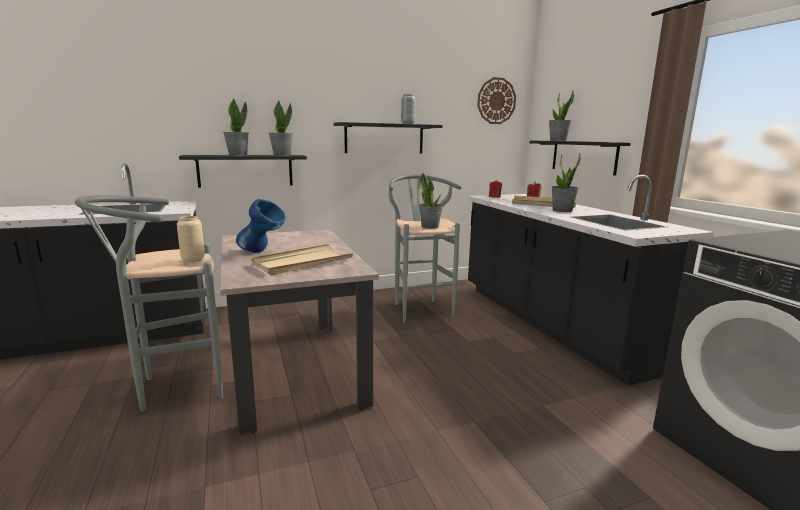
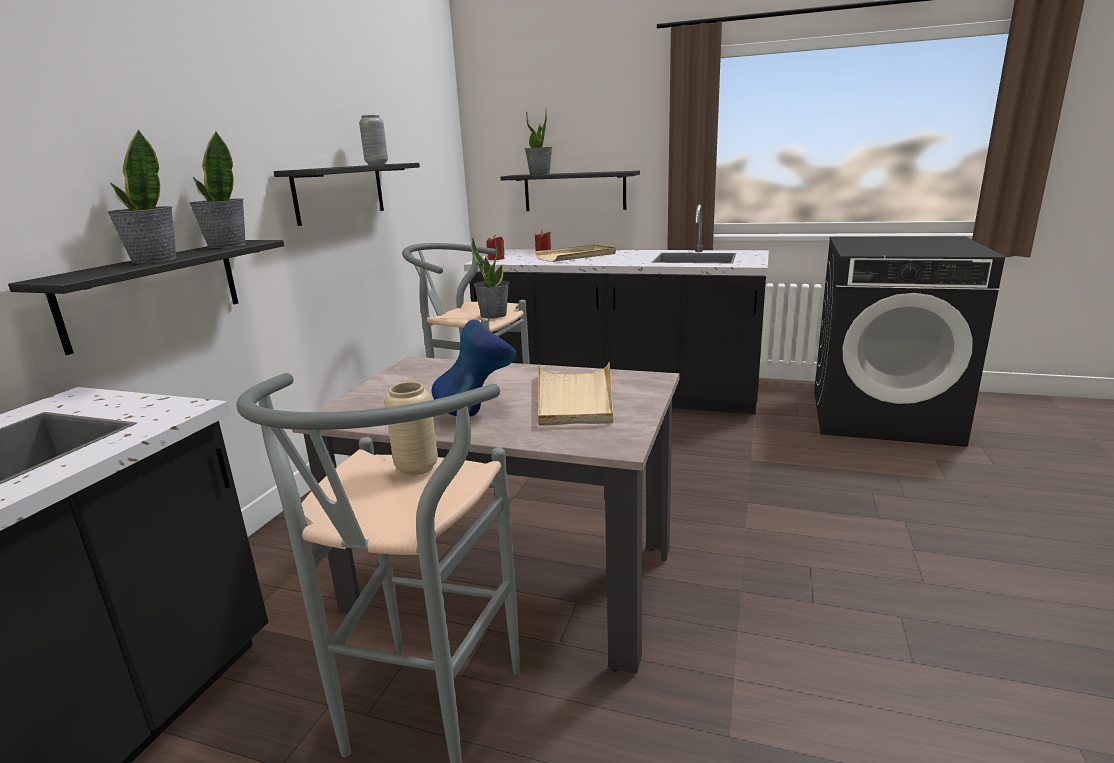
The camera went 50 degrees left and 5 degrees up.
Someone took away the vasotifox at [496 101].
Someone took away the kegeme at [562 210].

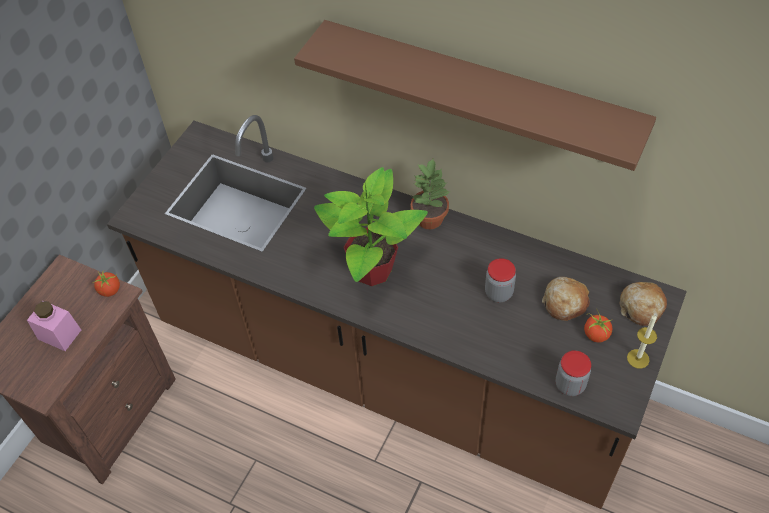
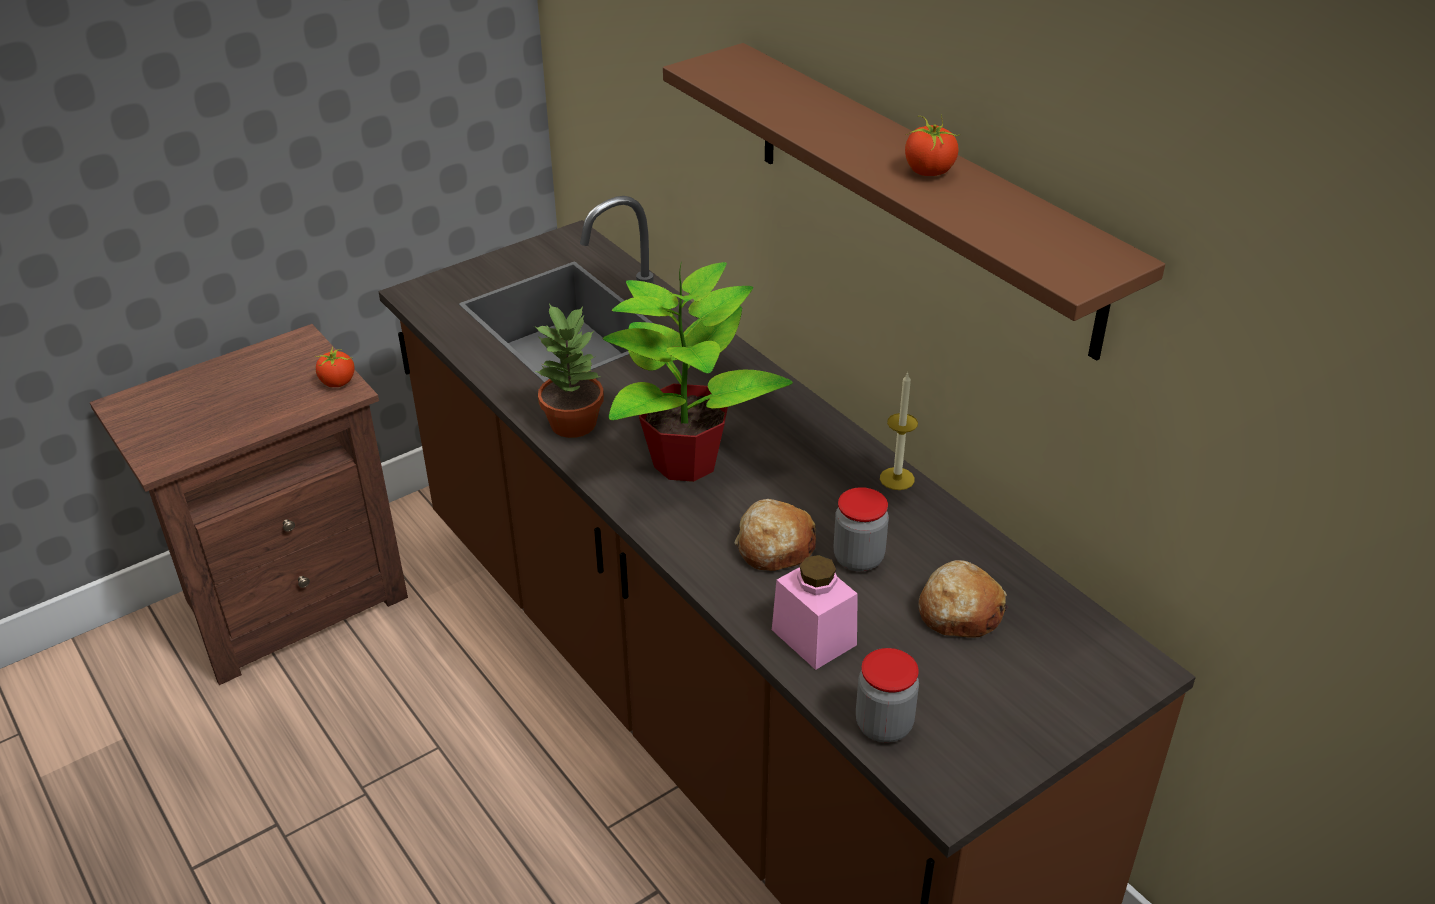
The camera went 25 degrees right and 15 degrees down.
Someone carried the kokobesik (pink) from [59 334] to [814 637].
Someone carried the kegeme from [429 218] to [573 423].
Someone carried the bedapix from [596 334] to [928 171].
Someone carried the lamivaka from [641 307] to [774 546].
Someone carried the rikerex from [638 358] to [897 478].

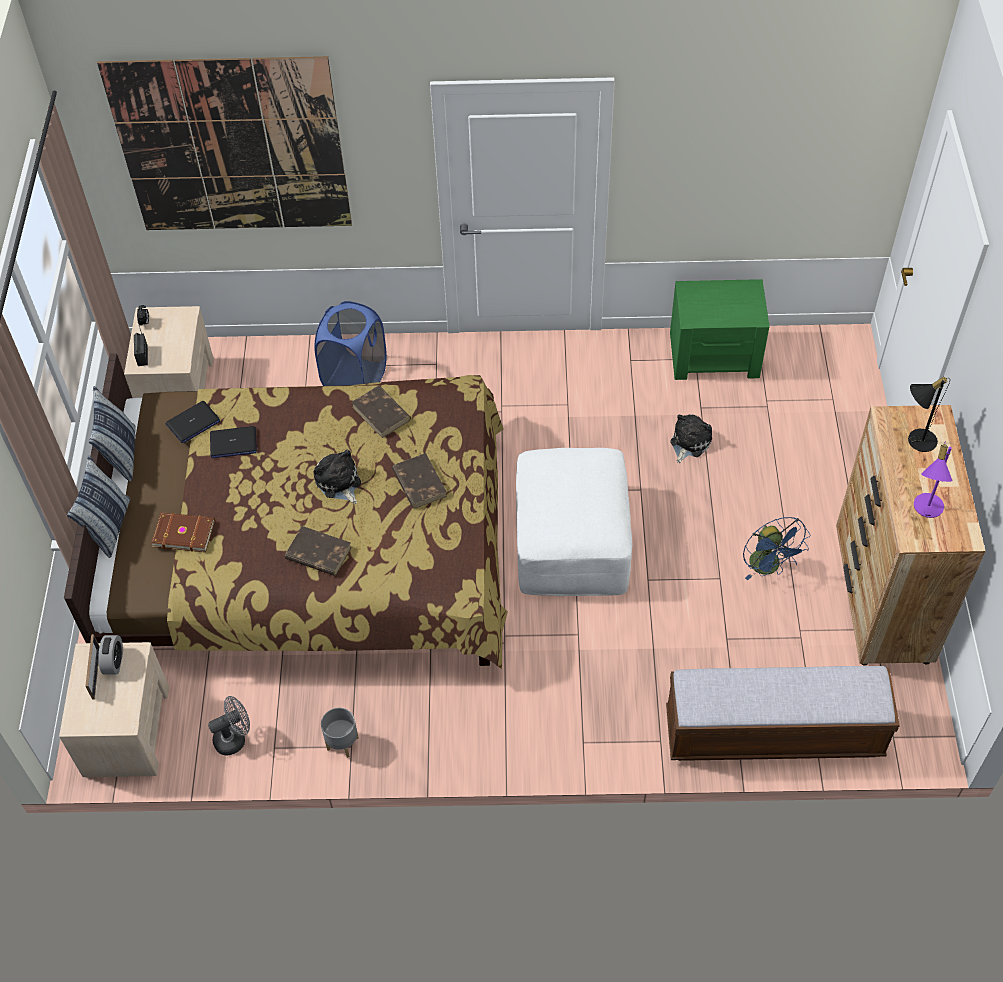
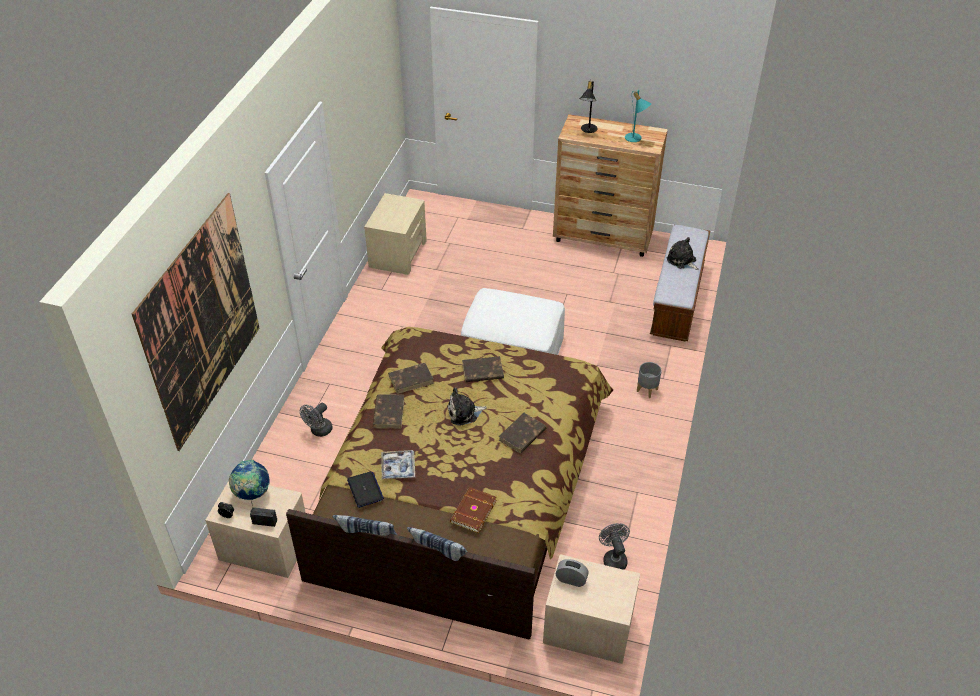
The camera went 75 degrees left and 10 degrees down.
Someone took away the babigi at [96 673].
Someone took away the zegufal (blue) at [769 567].
Someone put down the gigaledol at [252 493].
Someone put down the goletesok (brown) at [389 413].
Someone carried the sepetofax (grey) from [343 743] to [646 390].
Someone carried the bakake from [689 442] to [682 261].
Someone swapped the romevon at [233 443] for the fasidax at [398 467].
Someone swapped the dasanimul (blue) at [355 380] for the zegufal (grey) at [319 431].
Someone repainted the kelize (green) at [715 355], which became the kelize (beige) at [398 253].
Someone repainted the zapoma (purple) at [925 509], which became the zapoma (turquoise) at [635 139].

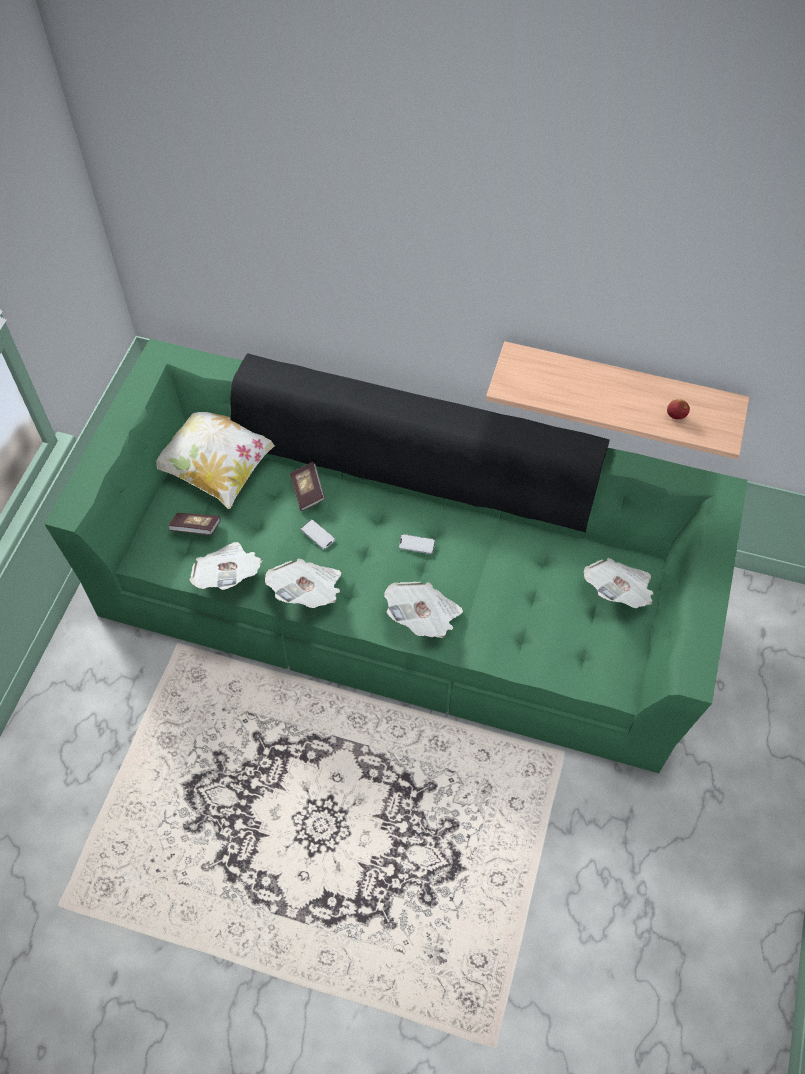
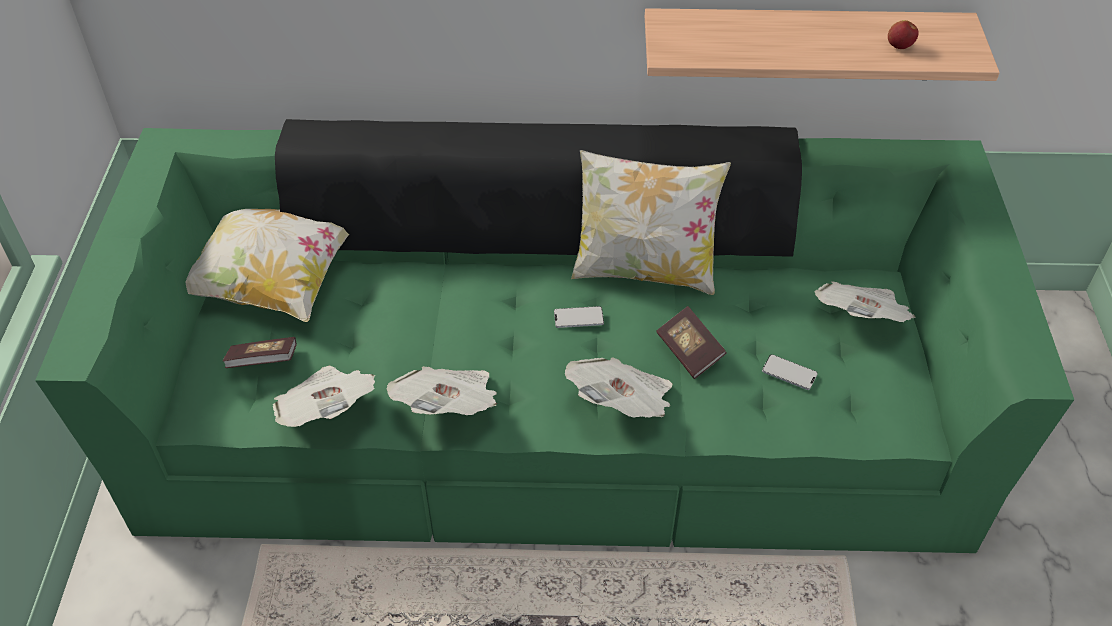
The camera went 15 degrees left and 10 degrees down.
Someone put down the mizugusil at [644 271].
Someone carried the goletesok from [308 492] to [689 351].
Someone carried the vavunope from [318 535] to [789 373].

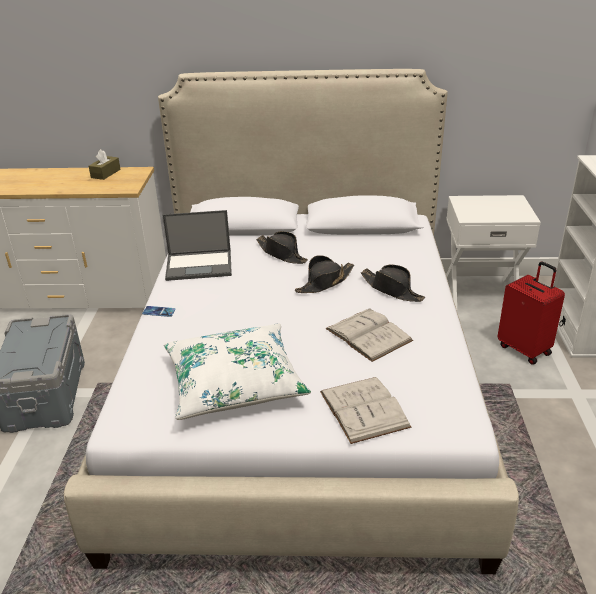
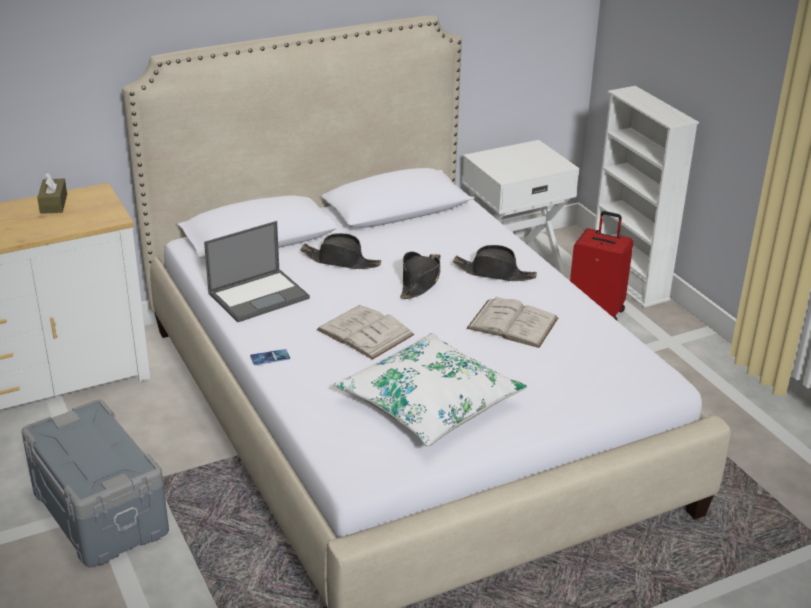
The camera went 30 degrees left and 0 degrees up.
Someone carried the goletesok (white) from [364 409] to [365 332].

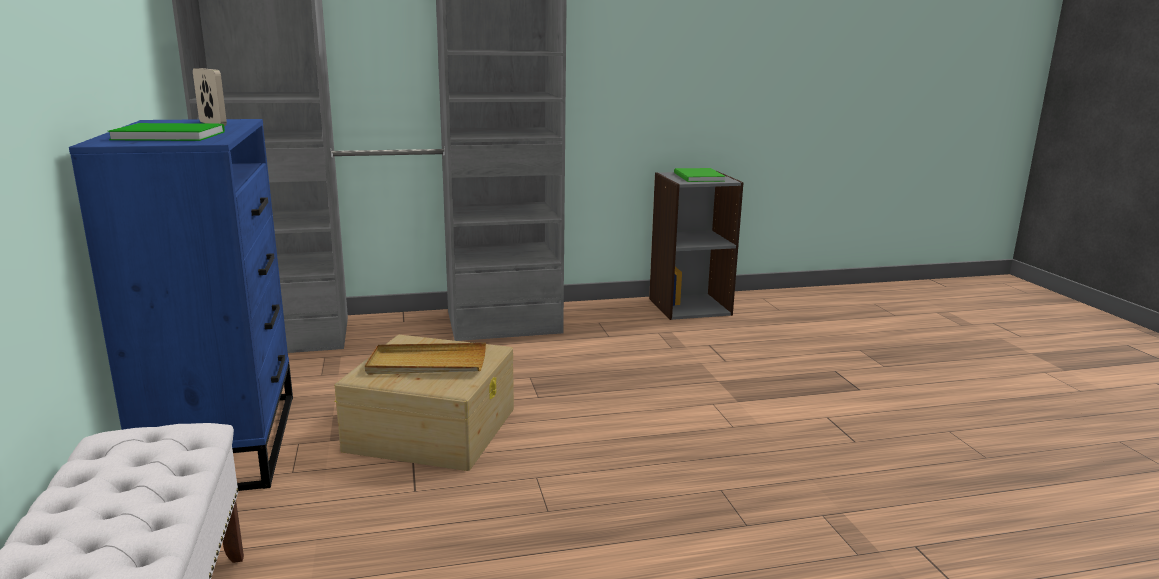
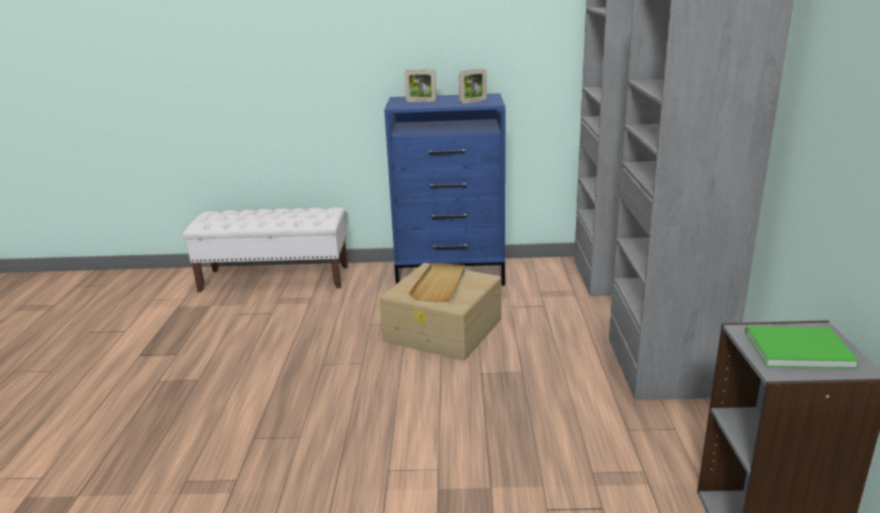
The camera went 105 degrees right and 5 degrees up.
Someone swapped the goletesok (green) at [167 135] for the babigi at [421 101].

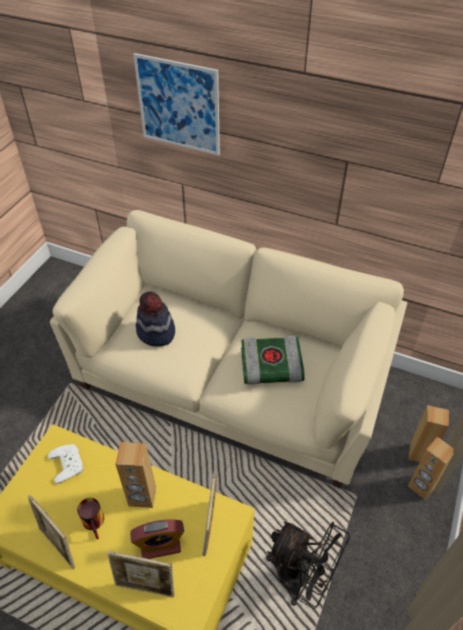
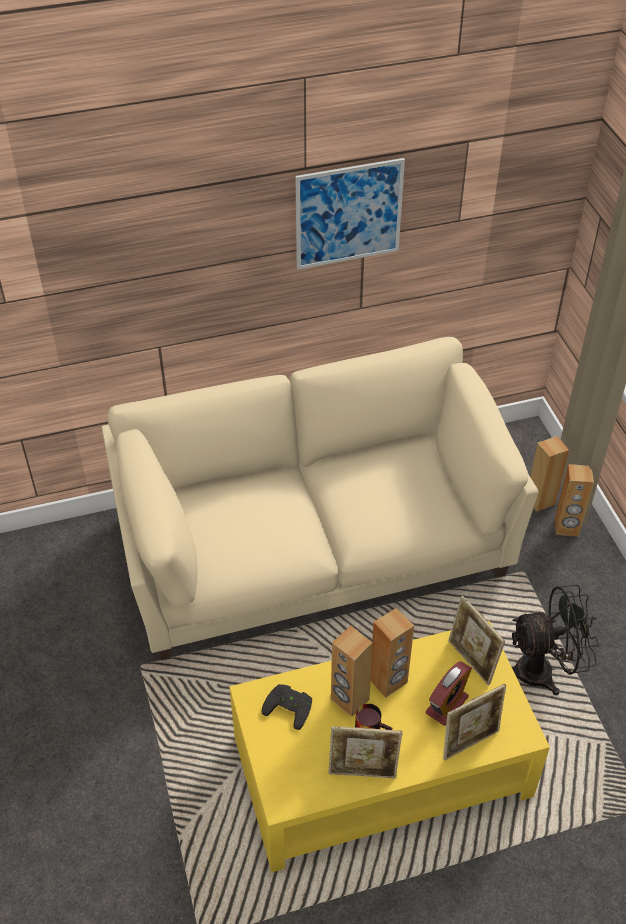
The camera went 40 degrees left and 0 degrees up.
Someone took away the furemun at [156 332].
Someone took away the goletesok at [270 367].
Someone put down the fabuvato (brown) at [349 699].
Someone carried the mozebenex from [178 105] to [348 214].
Someone repainted the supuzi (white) at [69 464], which became the supuzi (black) at [290 705].

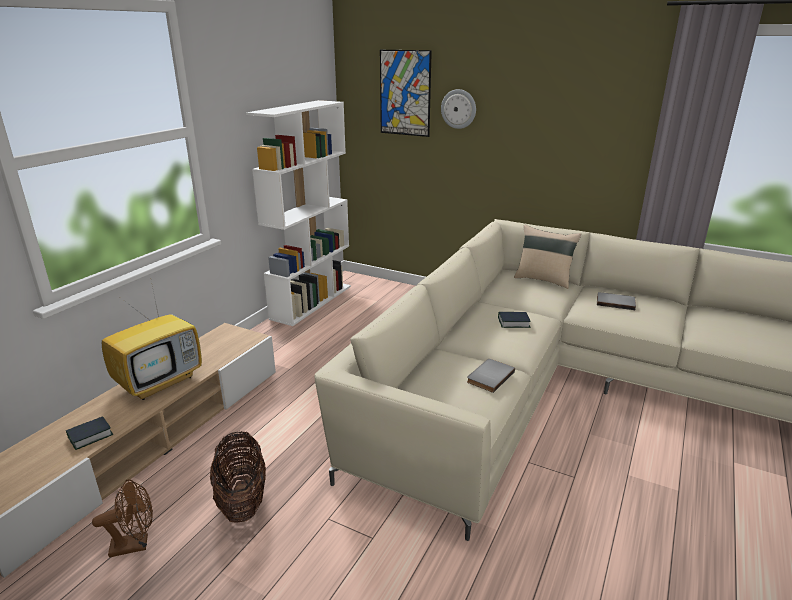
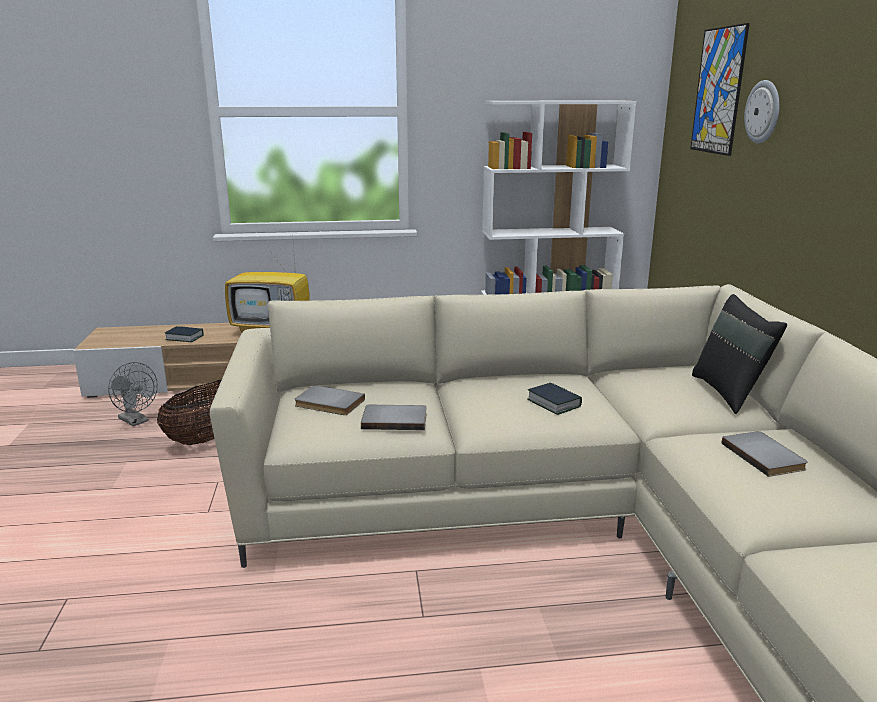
The camera went 55 degrees right and 5 degrees down.
Someone put down the goletesok (grey) at [328 403].
Someone repainted the zegufal (brown) at [135 544], which became the zegufal (grey) at [136 421].
Someone repainted the mizugusil (beige) at [543 280], which became the mizugusil (black) at [729 393].

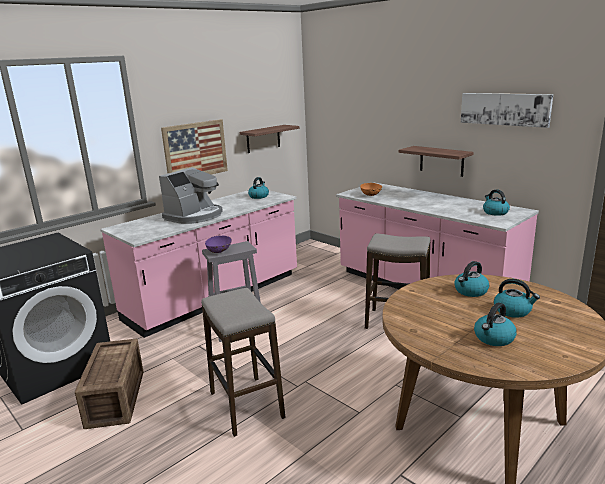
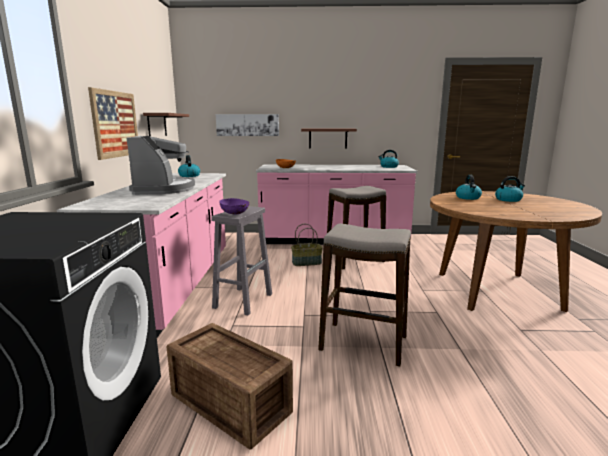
The camera went 45 degrees left and 5 degrees down.
Someone took away the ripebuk at [494 338].
Someone put down the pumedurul at [307 262].
Someone carried the mozebenex from [504 109] to [247 125].

